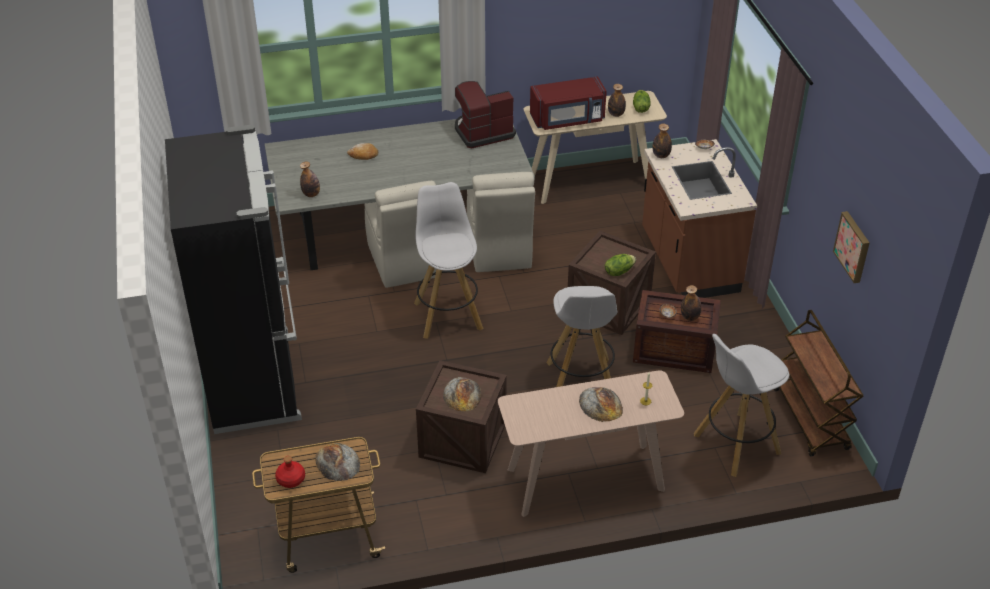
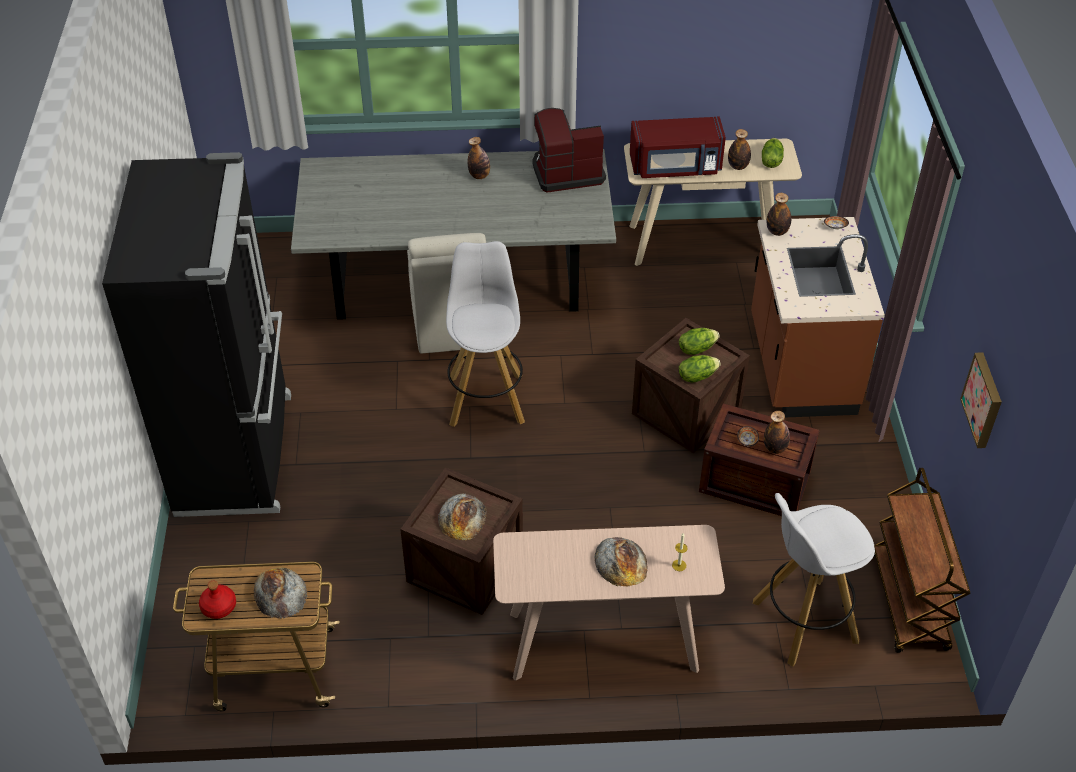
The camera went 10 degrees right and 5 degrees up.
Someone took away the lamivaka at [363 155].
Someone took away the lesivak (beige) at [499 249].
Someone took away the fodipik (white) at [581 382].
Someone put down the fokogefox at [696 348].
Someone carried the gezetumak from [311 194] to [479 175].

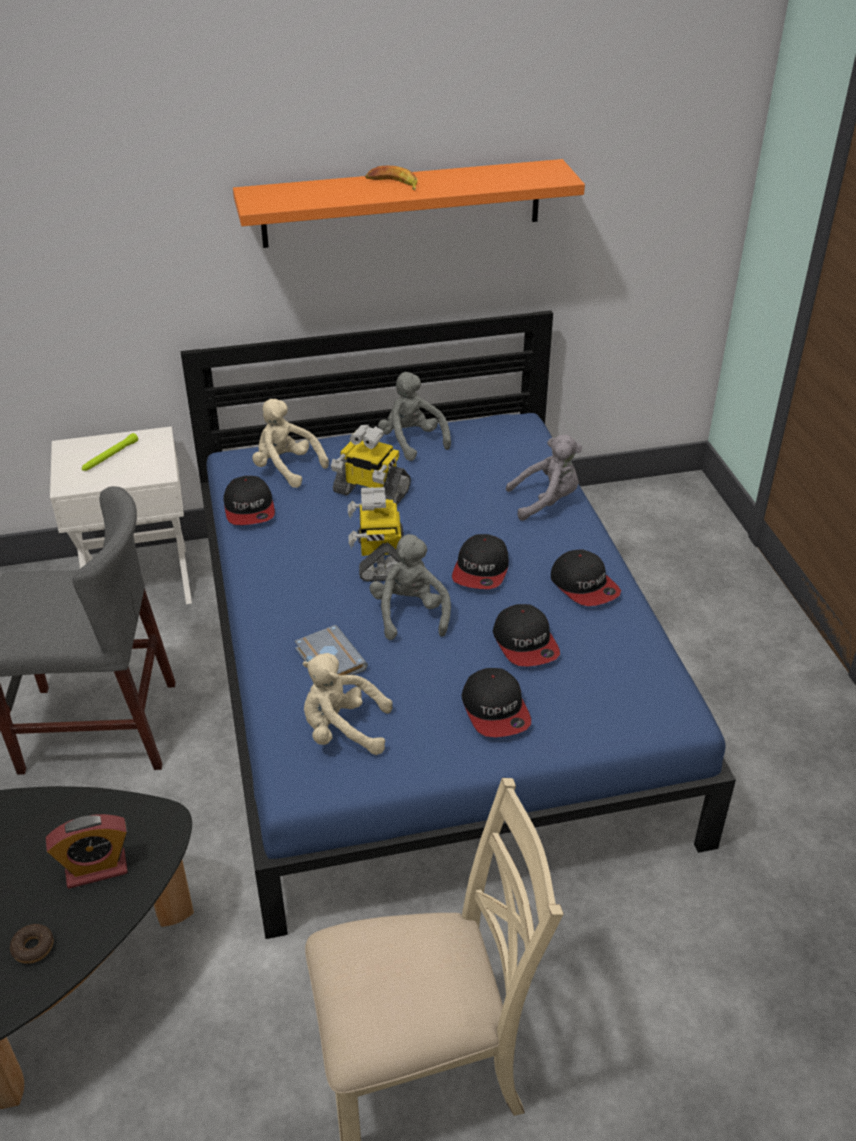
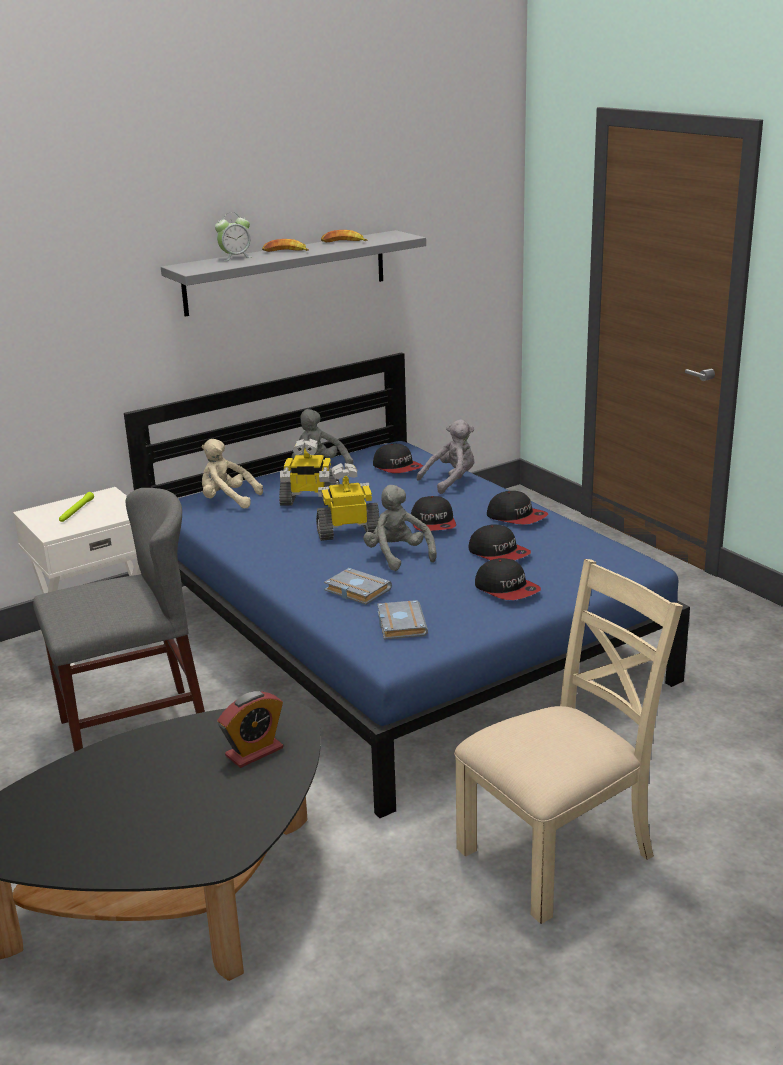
The camera went 20 degrees left and 15 degrees down.
Someone took away the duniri at [33 947].
Someone put down the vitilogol at [235 257].
Someone put down the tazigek at [344 242].
Someone carried the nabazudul from [249 509] to [397 467].
Someone swapped the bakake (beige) at [342 730] for the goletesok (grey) at [399 624].
Someone repainted the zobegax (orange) at [402 203], which became the zobegax (grey) at [286 272].
Someone rotated the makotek at [379 558] by 105 degrees clockwise.

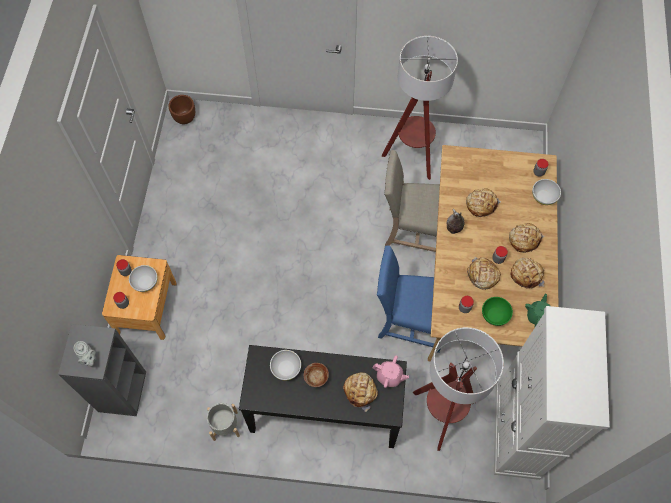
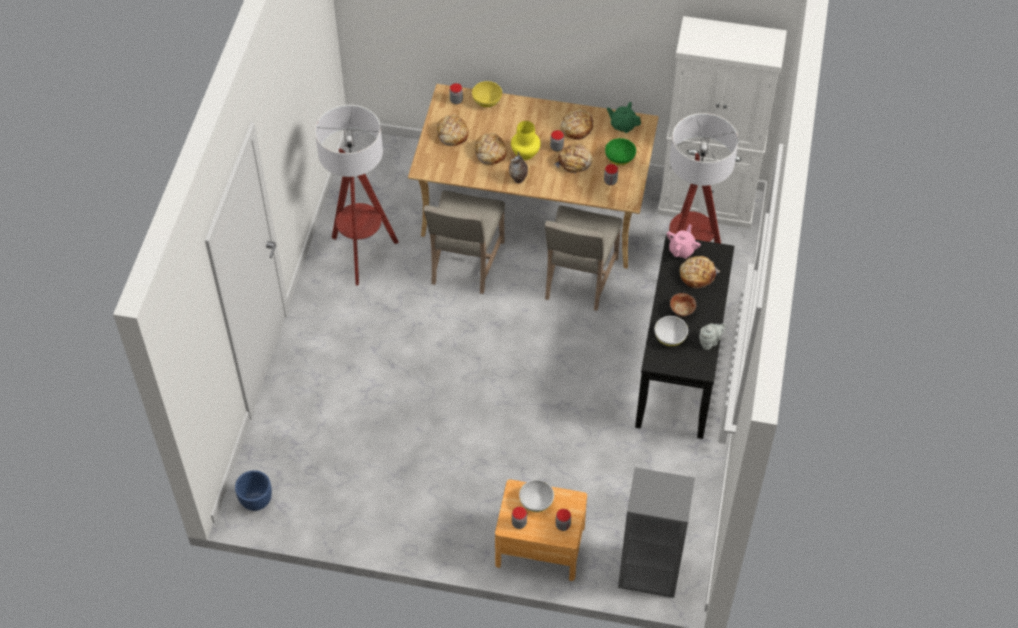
The camera went 85 degrees left and 10 degrees down.
Someone took away the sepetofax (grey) at [225 426].
Someone put down the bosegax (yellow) at [525 153].
Someone carried the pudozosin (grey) from [89 358] to [710 342].
Someone carried the lamivaka from [524 239] to [452 134].
Someone repainted the sepetofax (brown) at [185 118], which became the sepetofax (blue) at [257 501].
Someone repainted the lesivak (blue) at [409 320], which became the lesivak (beige) at [578 280].
Someone repainted the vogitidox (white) at [543 196], which became the vogitidox (yellow) at [487 101].

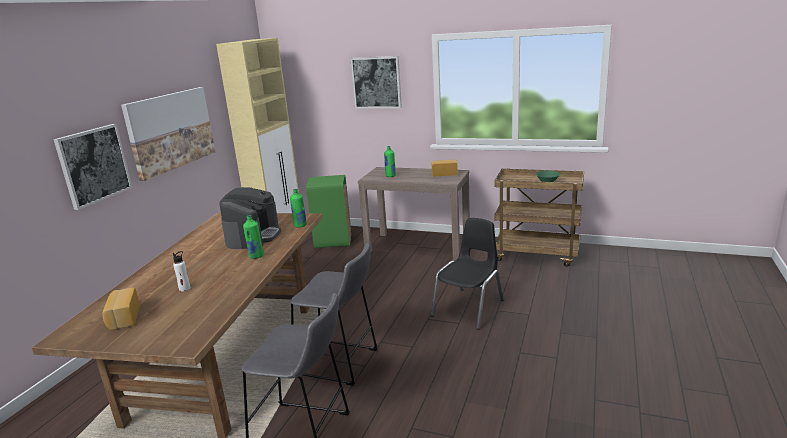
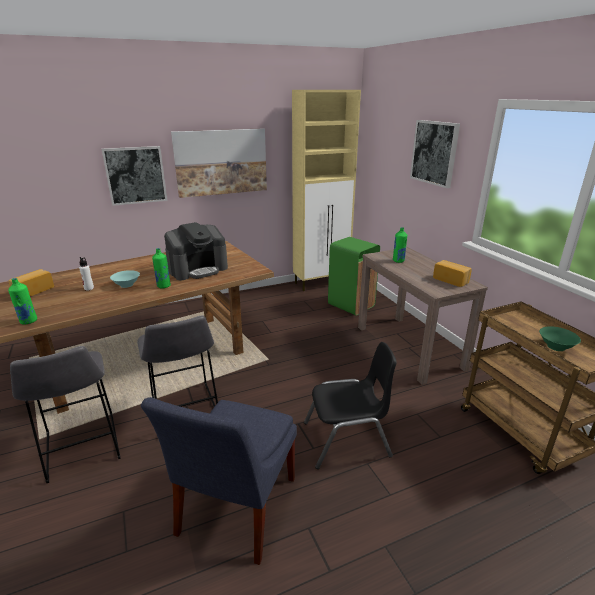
The camera went 45 degrees right and 5 degrees up.
Someone put down the vogitidox (turquoise) at [126 285].
Someone put down the lesivak (blue) at [234 509].
Someone carried the gezetumak (green) from [300 225] to [28 321].

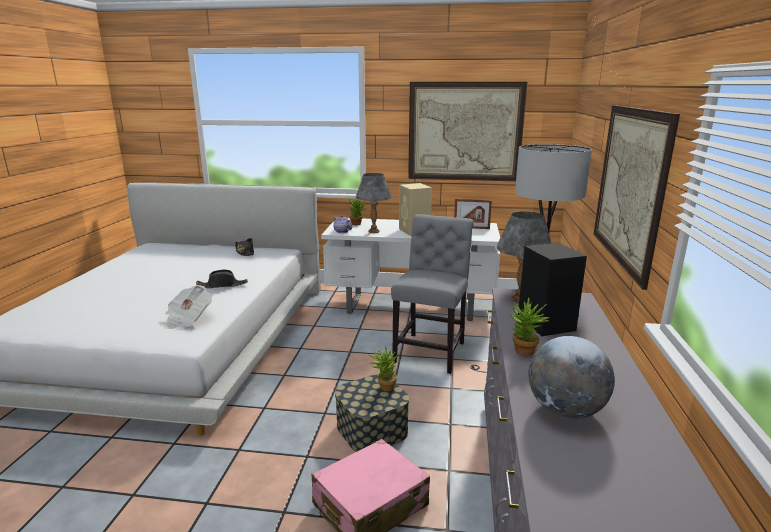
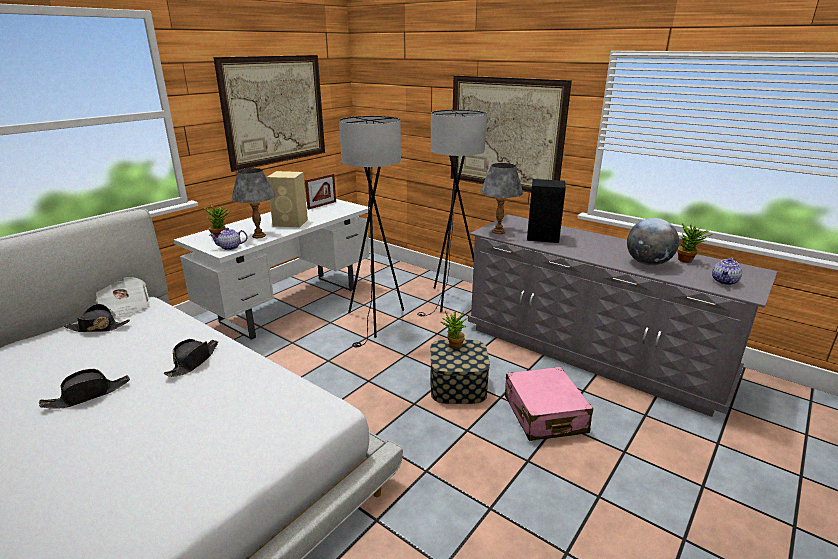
The camera went 60 degrees left and 5 degrees up.
Someone put down the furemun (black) at [88 395].
Someone put down the pudozosin at [724 281].
Someone carried the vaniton from [187 319] to [126 308].
Someone carried the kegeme from [524 353] to [688 261].
Someone swapped the lesivak (grey) at [431 351] for the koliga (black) at [376 322].

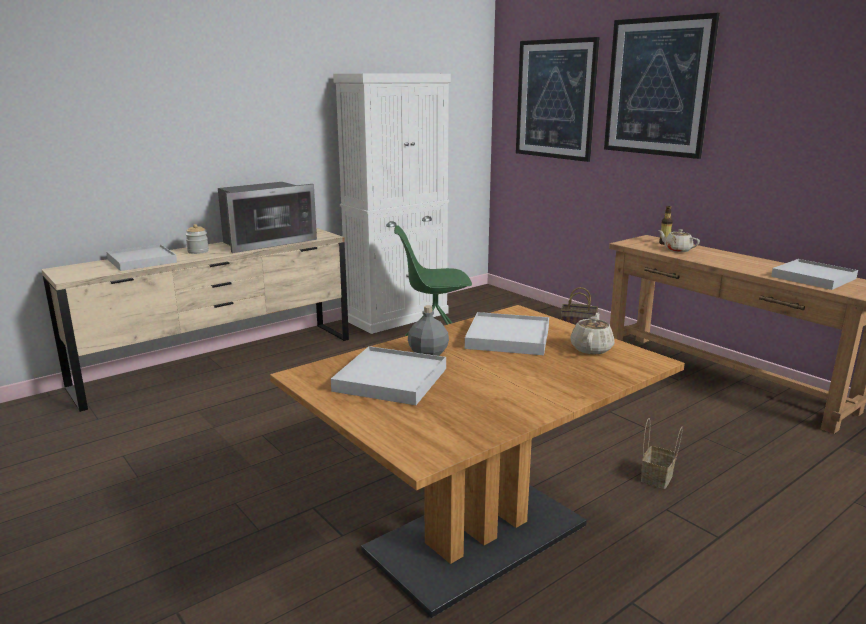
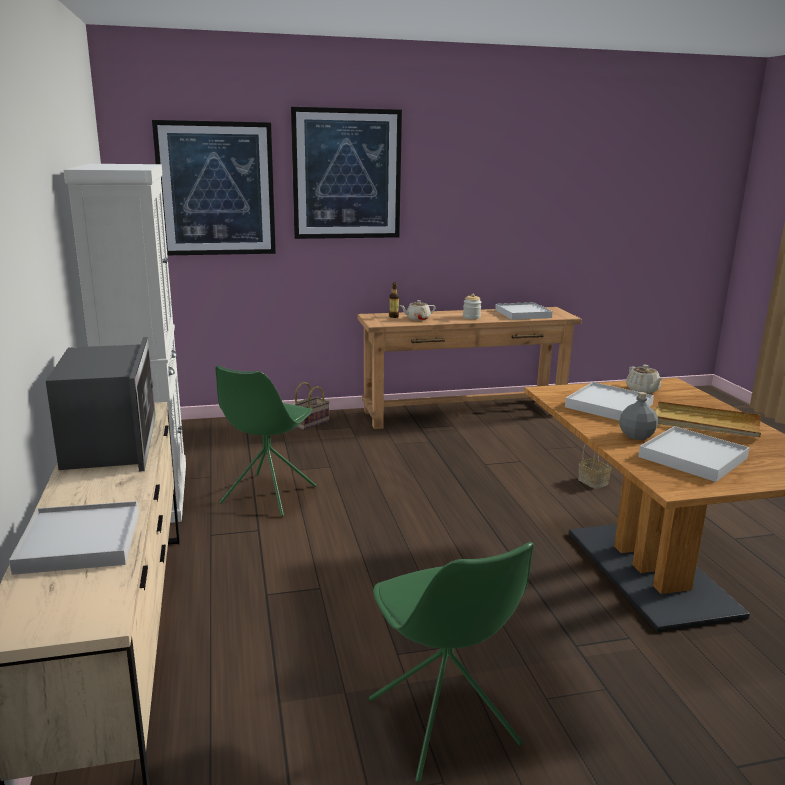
The camera went 65 degrees left and 0 degrees up.
Someone put down the lesivak (green) at [444 724].
Someone put down the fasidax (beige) at [705 423].
Someone carried the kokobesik from [198 251] to [471 317].
Someone rotated the pudozosin (beige) at [591 348] by 150 degrees counterclockwise.

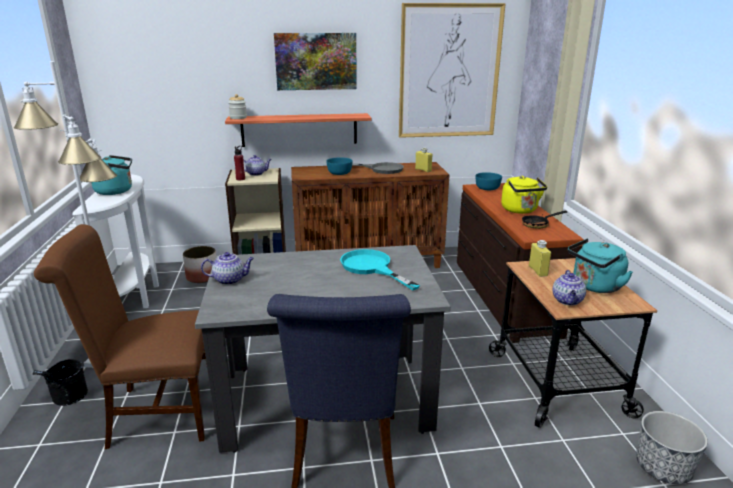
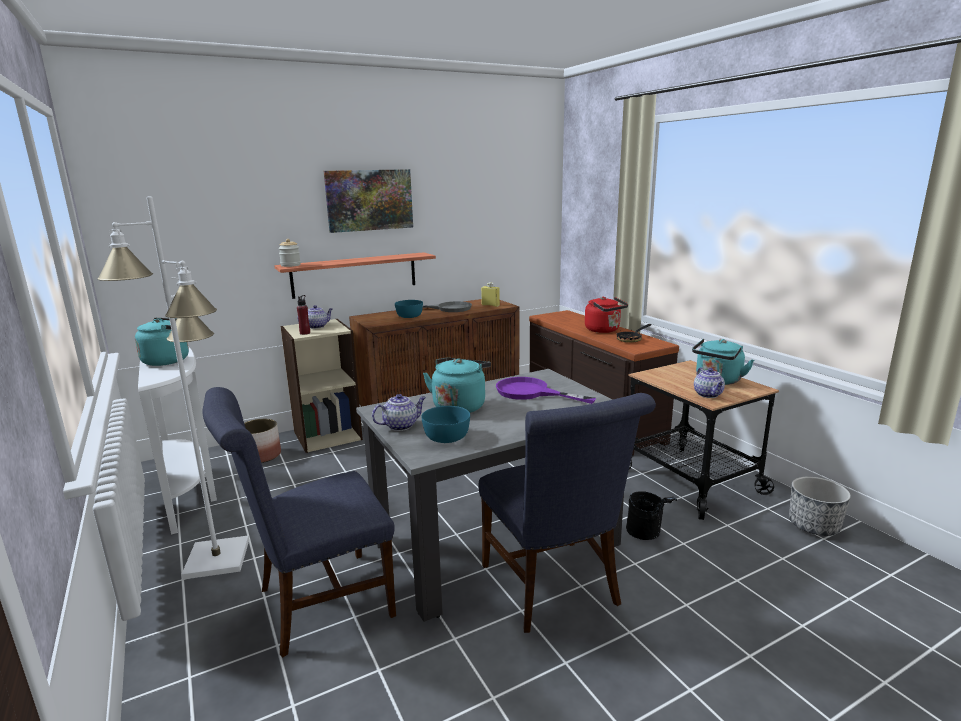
The camera went 20 degrees left and 5 degrees down.
Someone took away the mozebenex at [449 72].
Someone took away the gezetumak (yellow) at [538 271].
Someone put down the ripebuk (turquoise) at [460 406].
Someone carried the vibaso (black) from [67 399] to [647 534].
Someone carried the vogitidox (turquoise) from [487 188] to [447 436].
Someone repainted the lesivak (brown) at [155 413], which became the lesivak (blue) at [316 604].
Someone repainted the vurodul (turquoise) at [371 267], which became the vurodul (purple) at [531 392].
Someone repainted the ripebuk (yellow) at [520 210], which became the ripebuk (red) at [604 330].

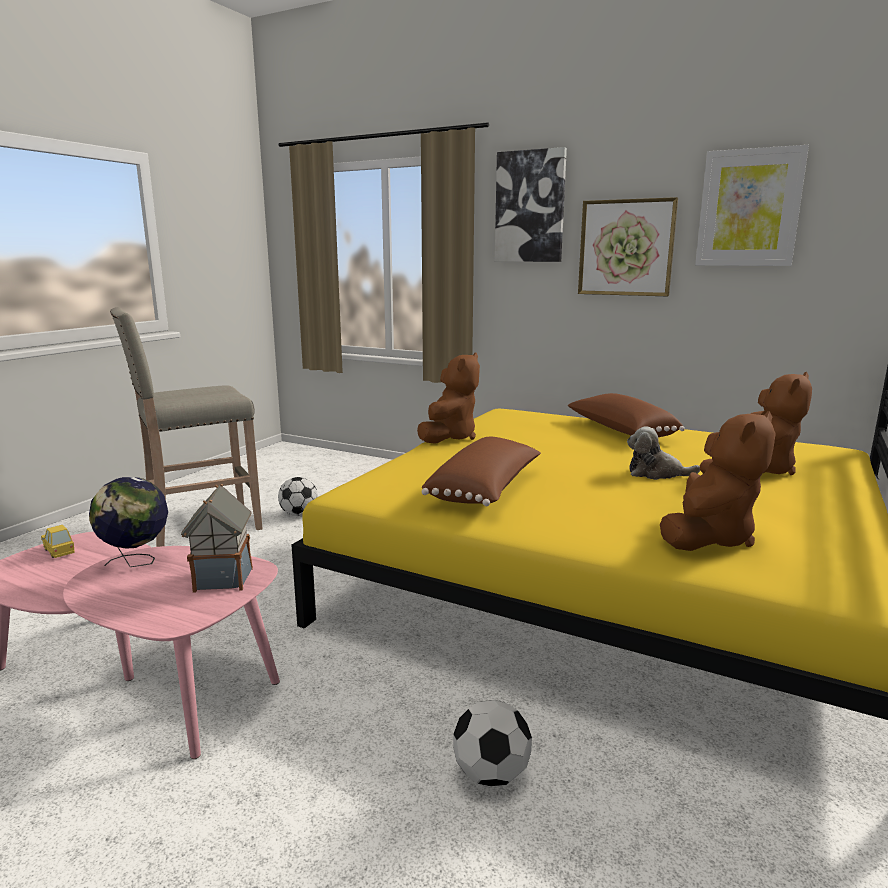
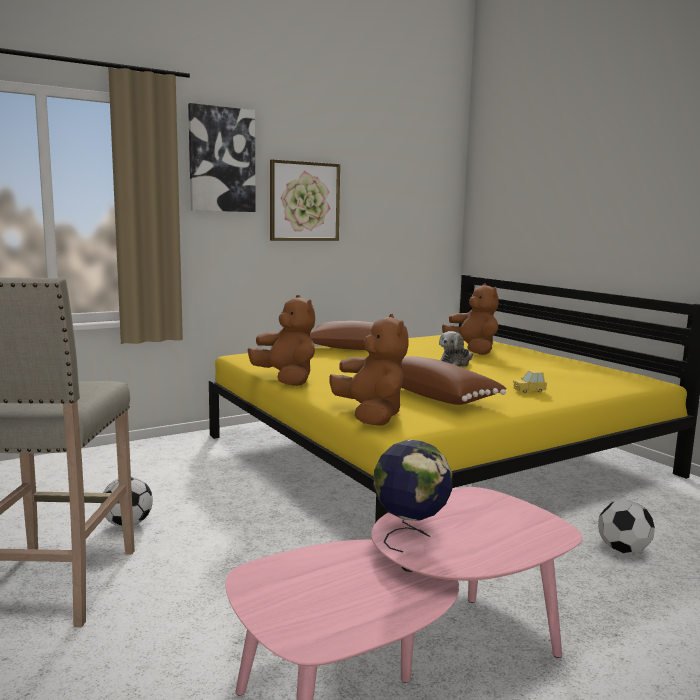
The camera went 60 degrees left and 5 degrees down.
Someone took away the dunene at [223 578].
Someone took away the mozebenex at [749 208].
Someone carried the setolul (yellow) from [59 551] to [529 391].
Someone carried the bakake (brown) from [708 537] to [370 416].

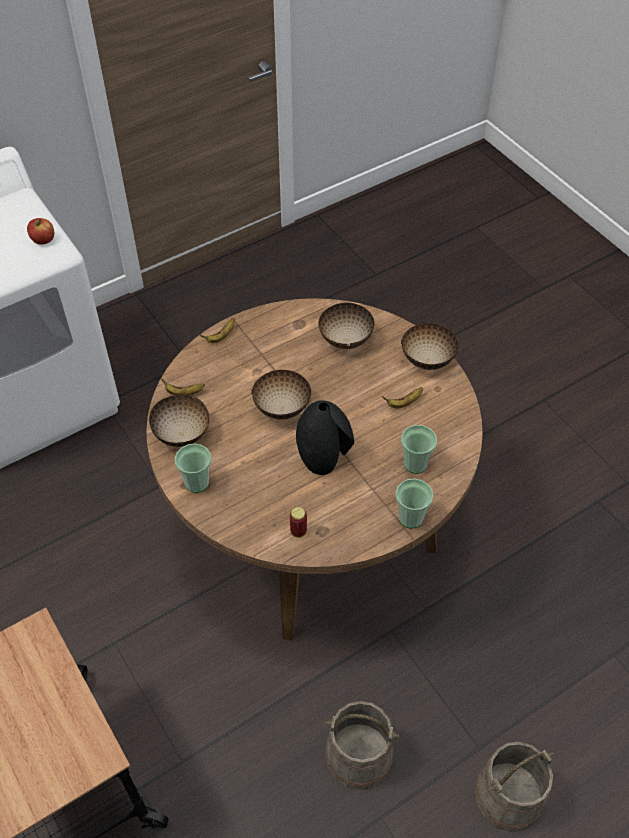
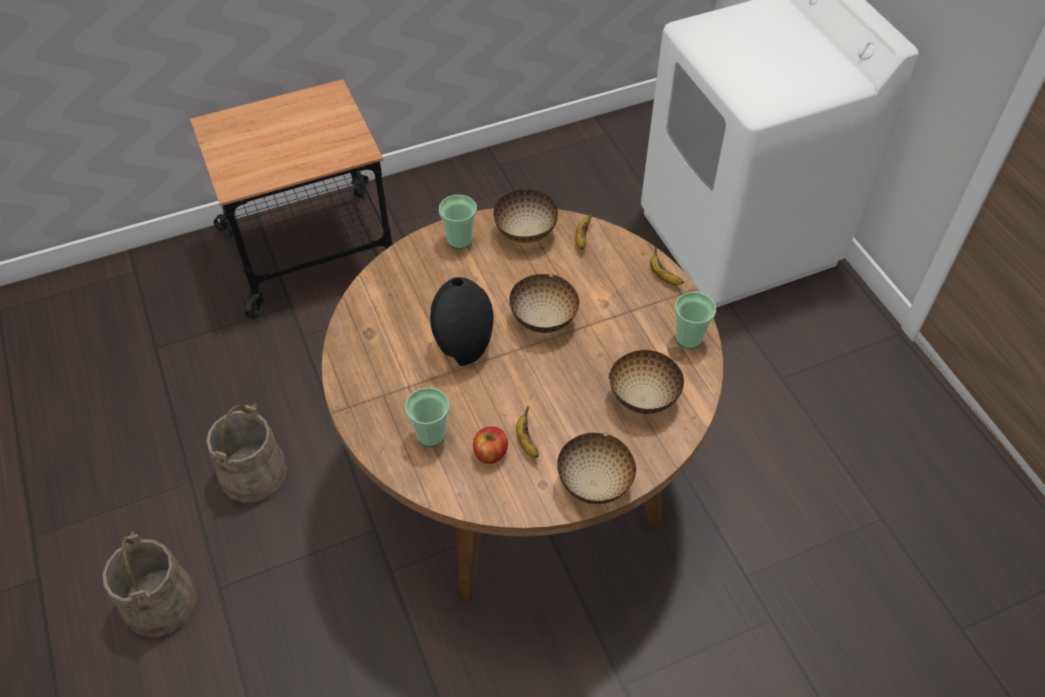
The camera went 100 degrees right and 0 degrees up.
Someone took away the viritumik at [298 531].
Someone carried the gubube from [43 239] to [490 453].
Someone carried the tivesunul from [410 518] to [689 338].

